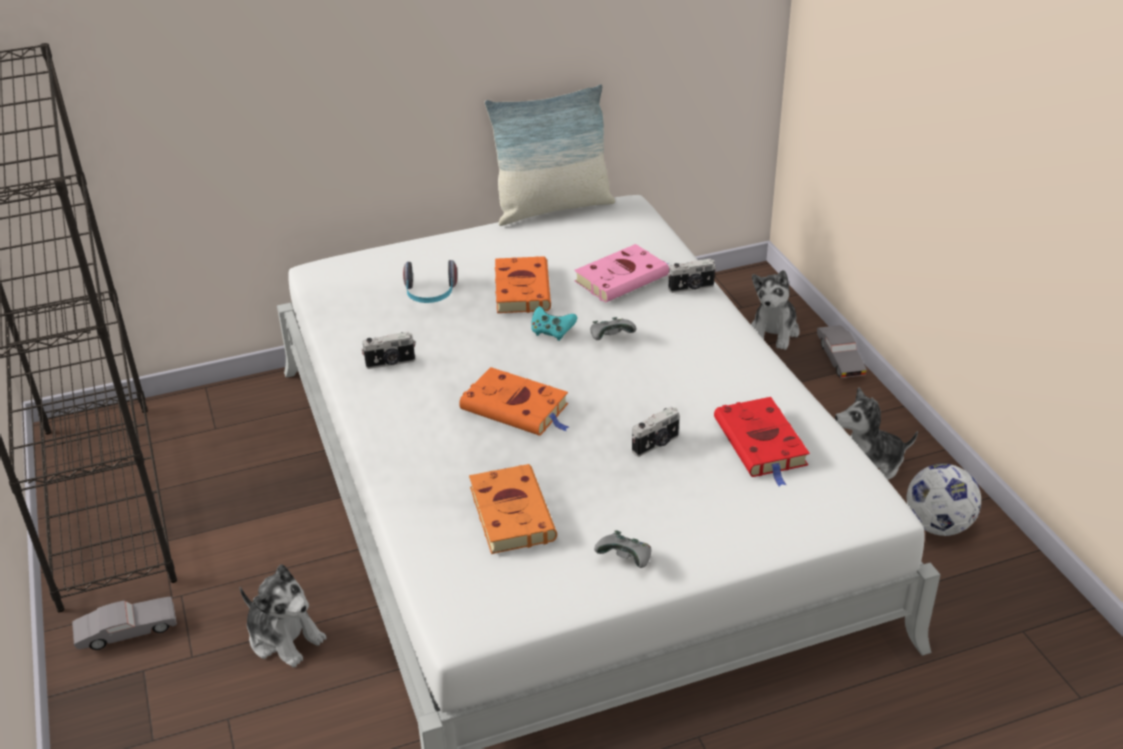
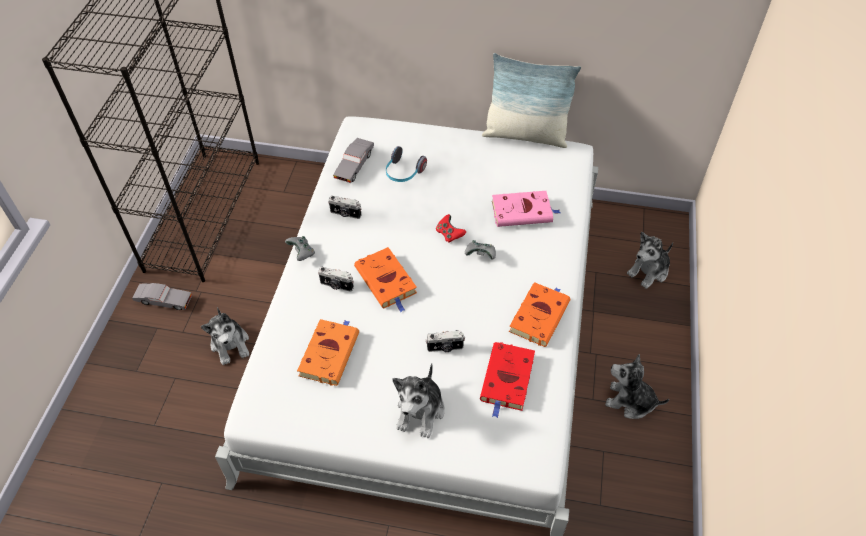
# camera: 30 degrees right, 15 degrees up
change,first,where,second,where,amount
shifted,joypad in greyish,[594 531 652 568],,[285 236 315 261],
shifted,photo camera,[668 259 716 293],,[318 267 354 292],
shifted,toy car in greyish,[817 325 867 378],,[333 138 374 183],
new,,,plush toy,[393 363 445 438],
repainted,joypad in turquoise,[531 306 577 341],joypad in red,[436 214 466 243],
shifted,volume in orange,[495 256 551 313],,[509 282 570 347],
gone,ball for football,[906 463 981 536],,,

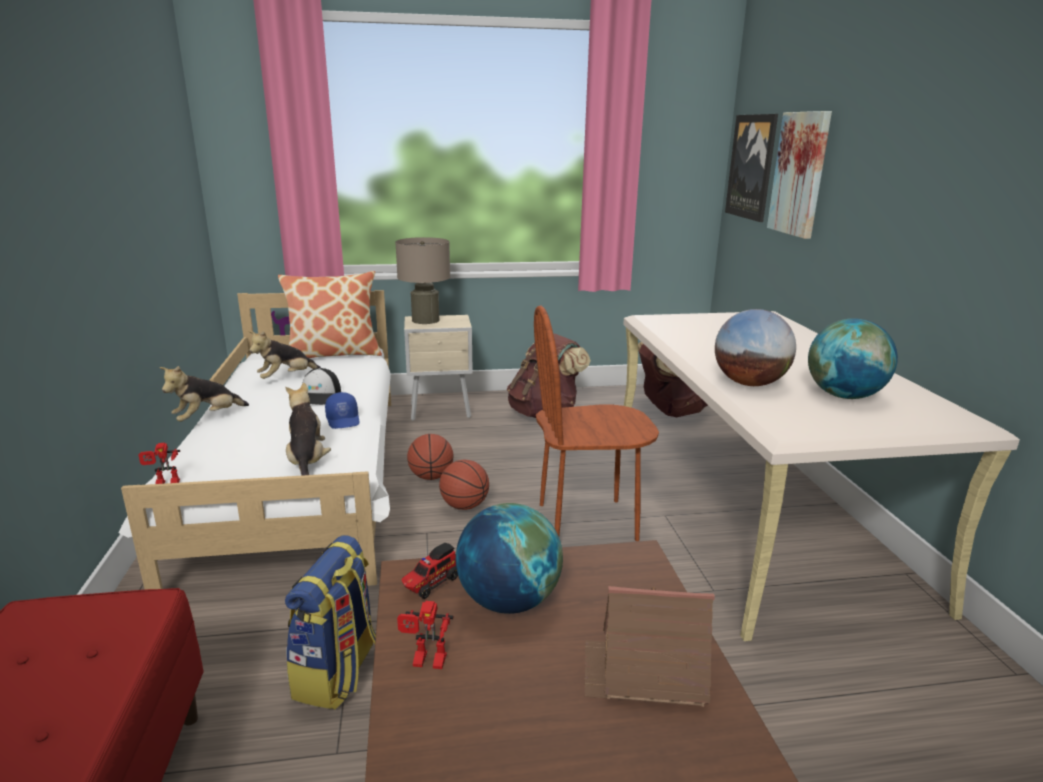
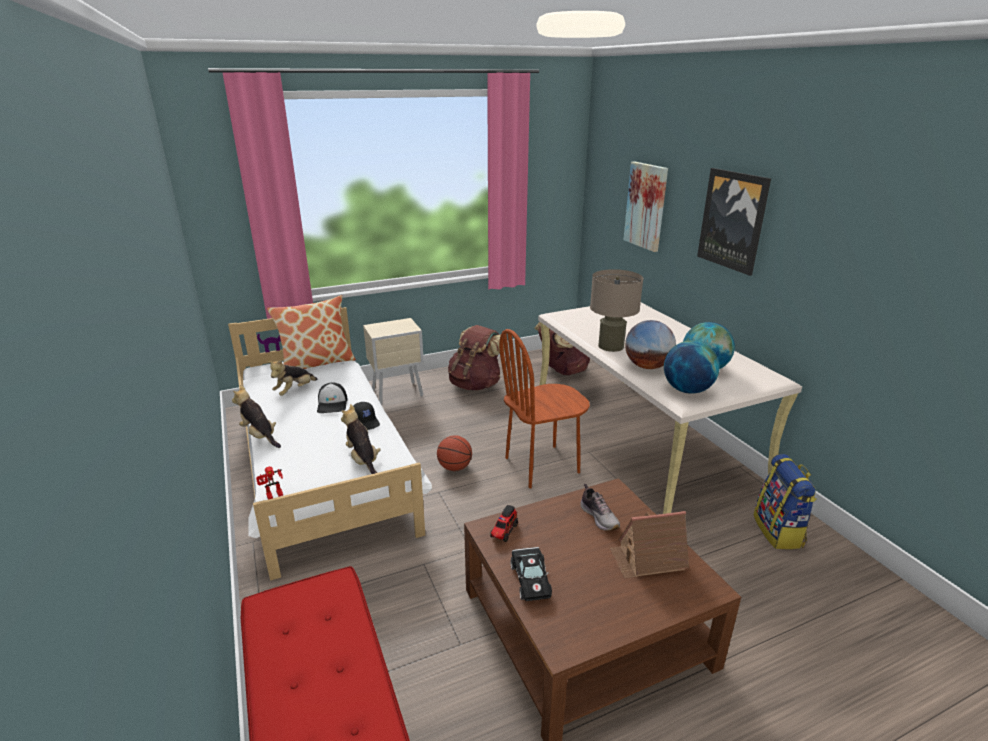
# camera: 15 degrees left, 5 degrees up
change,first,where,second,where,amount
rotated,plush toy,[159 366 249 422],,[232 385 281 448],105 degrees clockwise
repainted,baseball cap in blue,[325 392 360 429],baseball cap in black,[353 402 380 430],
swapped,robot figure,[397 601 453 669],toy car in black,[510 547 552 601],
new,,,shoe,[580 484 620 531],
shifted,table lamp in beige-coloured,[395 237 450 324],,[590 269 643 352],
shifted,world globe,[456 503 563 614],,[664 340 720 394],
shifted,picture,[725 114 778 222],,[697 168 771 276],
shifted,knapsack,[285 535 376 710],,[754 454 817 549],
gone,basketball,[407 434 454 480],,,

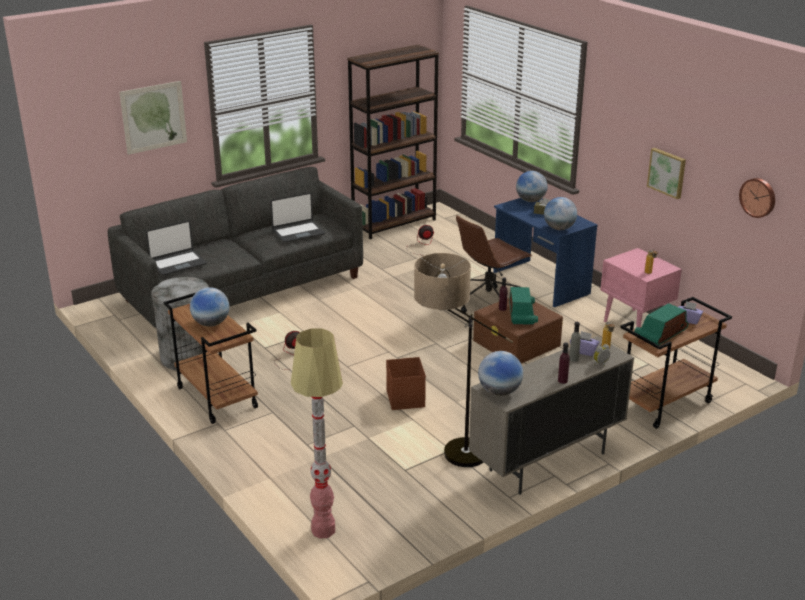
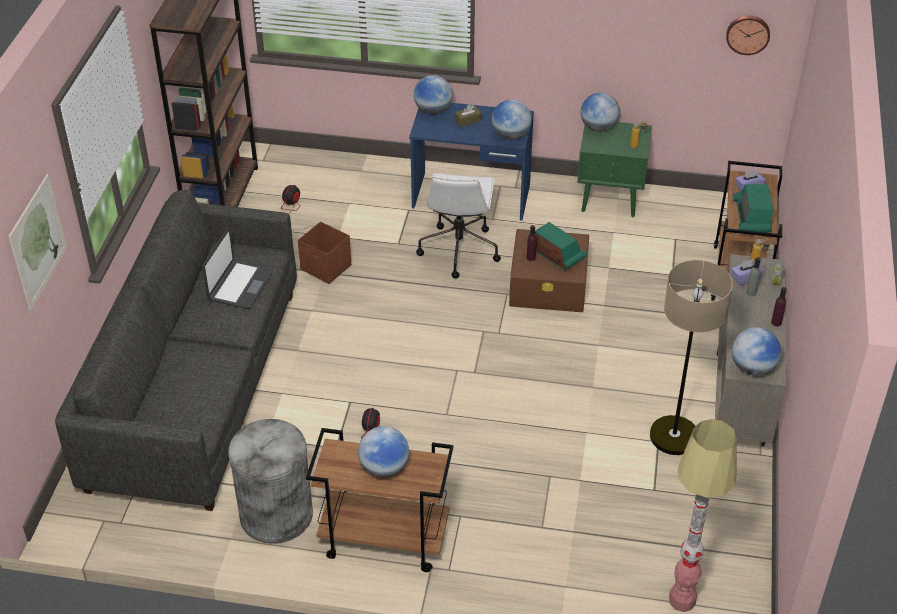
# camera: 45 degrees left, 15 degrees up
change,first,where,second,where,amount
shifted,storage container in brownish,[386 357 426 410],,[298 222 351 284],
repainted,desk chair in brownish,[456 215 532 313],desk chair in whitish,[416 173 501 279],
repainted,night table in pink,[600 248 682 327],night table in greenish,[577 122 652 217],
new,,,world globe,[581 93 620 132],
gone,notebook computer,[146 220 206 275],,,
gone,picture,[647 148 686 199],,,

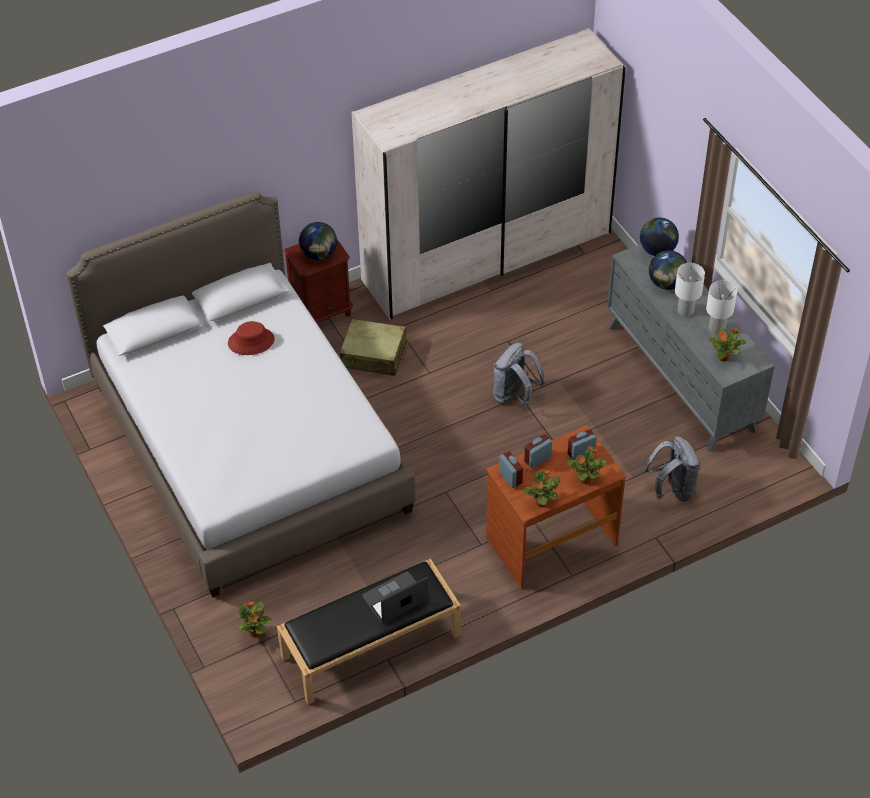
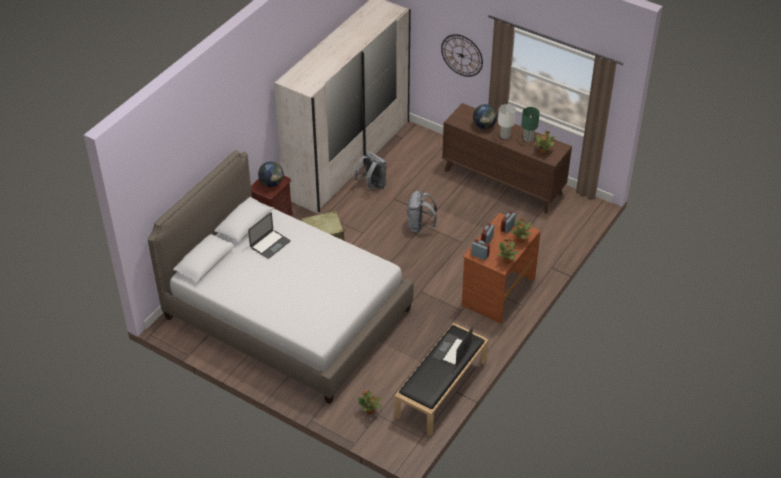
# camera: 30 degrees left, 5 degrees down
change,first,where,second,where,amount
swapped,clothing hat in red,[228 321 275 355],notebook computer,[248 213 291 259],
shifted,knapsack in greyish,[644 436 700 501],,[354 152 387 191],
new,,,hanging clock,[441 34 483 77],
repainted,dresser in greyish,[607 244 774 452],dresser in brownish,[442 103 572 214],
repainted,table lamp in whitish,[706 280 737 334],table lamp in greenish,[521 107 540 142],
gone,world globe,[640 218 679 256],,,

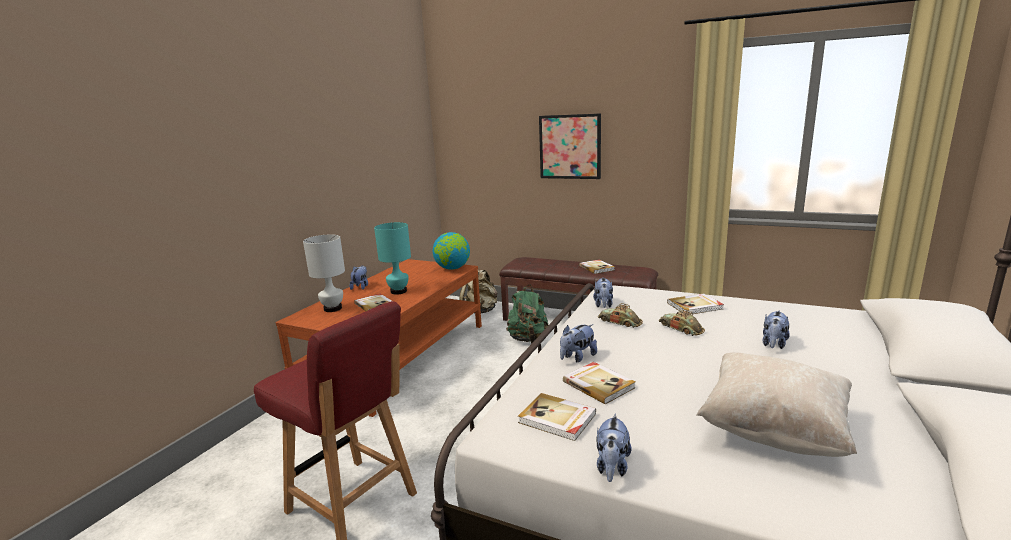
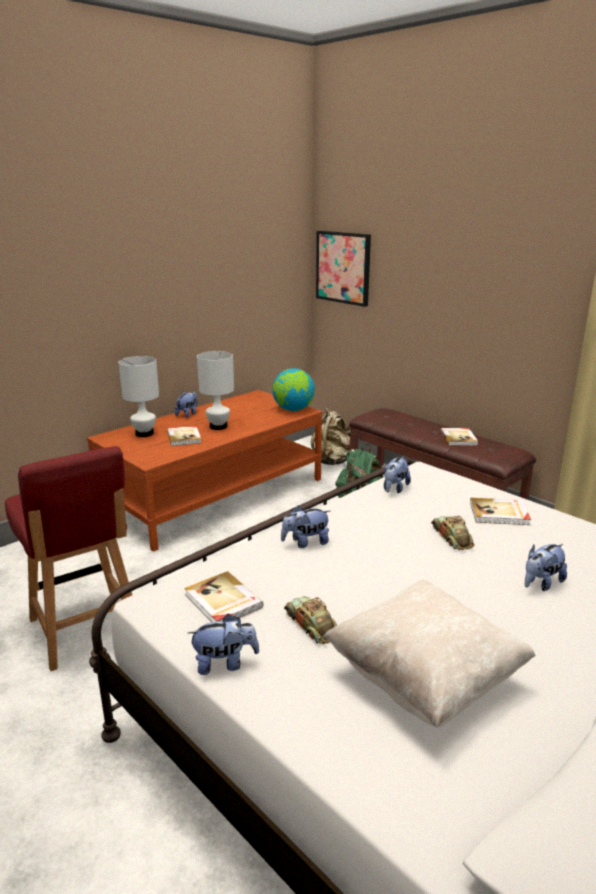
# camera: 20 degrees right, 5 degrees up
change,first,where,second,where,amount
rotated,plush toy,[596 413 632 482],,[188 614 259 675],135 degrees counterclockwise
repainted,table lamp in turquoise,[374 222 411 295],table lamp in whitish,[197 351 234 430],
shifted,toy car,[598 303 643 328],,[284 596 337 644],
shifted,picture,[539 113 601 179],,[316 231 371 307],
gone,volume,[563 362 636 404],,,

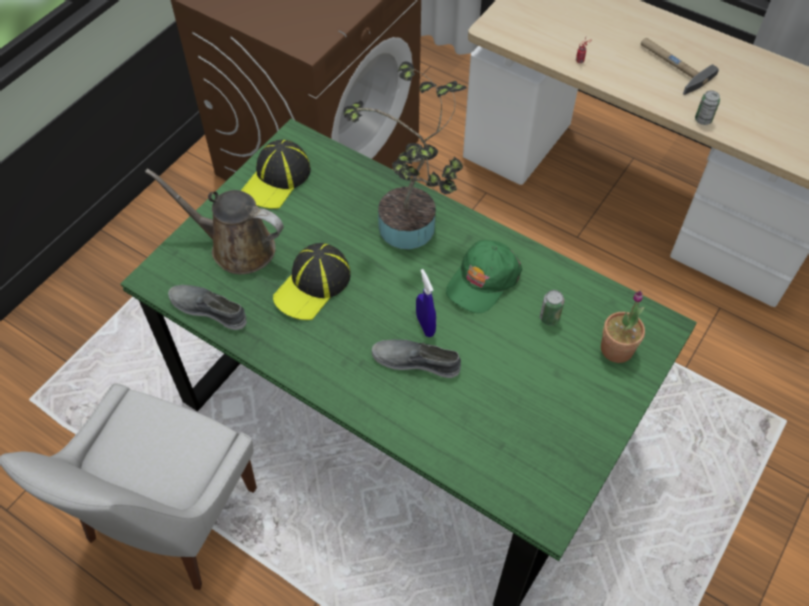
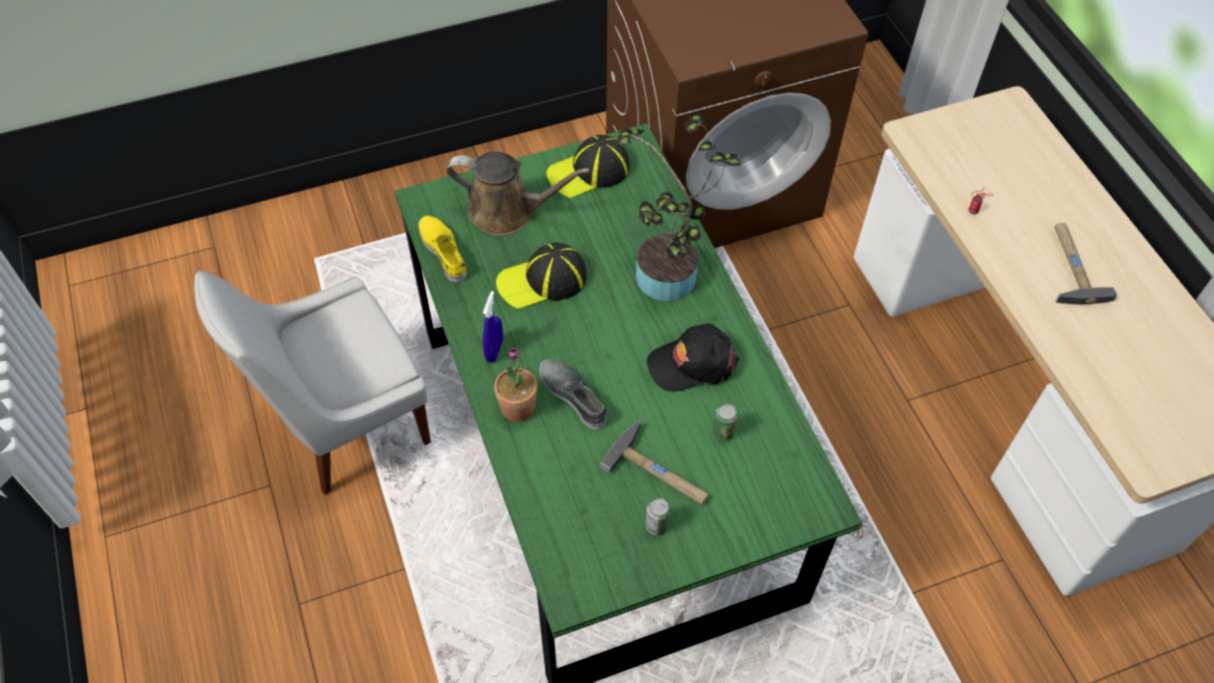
# camera: 35 degrees right, 0 degrees up
change,first,where,second,where,amount
repainted,shoe in greyish,[168 285 247 330],shoe in yellow,[418 216 467 283],
rotated,watering pot in brownish,[145 168 284 274],,[446 152 590 236],135 degrees clockwise
shifted,spray bottle in blue,[416 269 436 337],,[483 291 503 363],
shifted,houseplant,[601 291 645 363],,[494 348 537 422],
new,,,hand hammer,[600 420 709 505],
shifted,can,[695 91 720 125],,[645 498 670 535],
repainted,baseball cap in greenish,[446 240 522 313],baseball cap in black,[647 324 739 392],

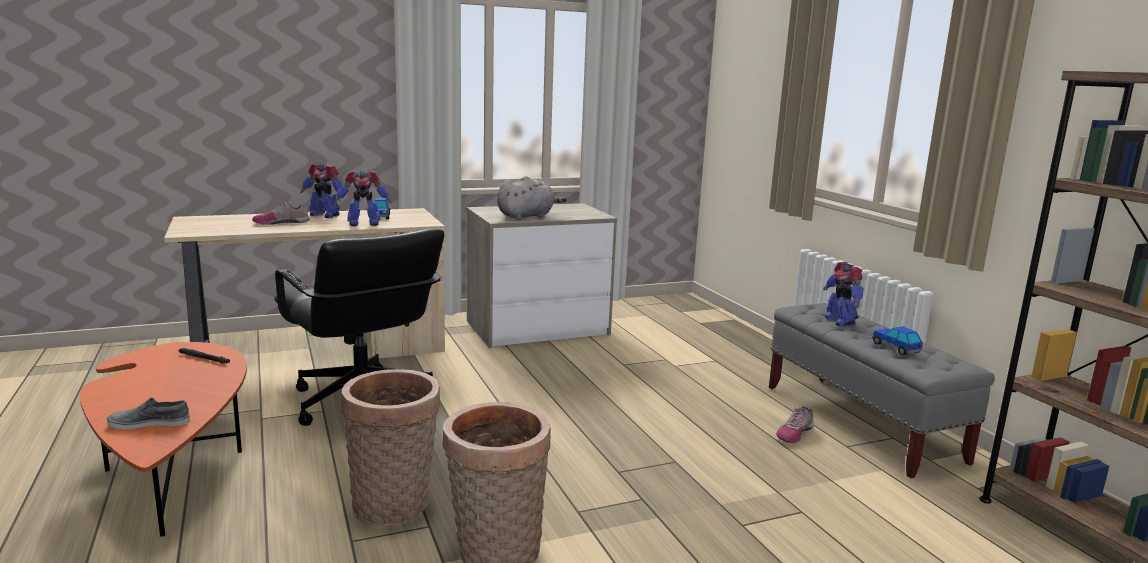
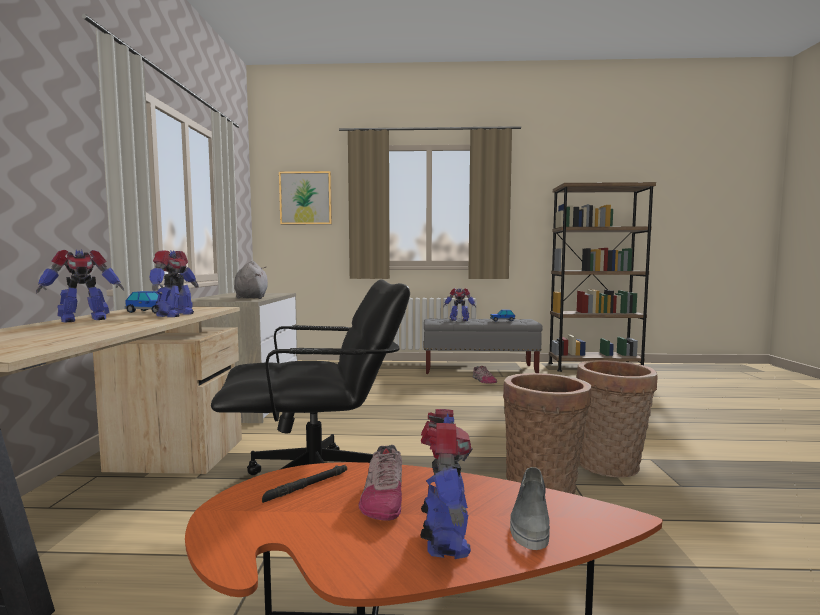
# camera: 65 degrees left, 10 degrees down
change,first,where,second,where,amount
new,,,picture,[279 171 332 224],
shifted,shoe,[252 201 310 225],,[358 445 402 521],
new,,,robot figure,[421 409 473 559],

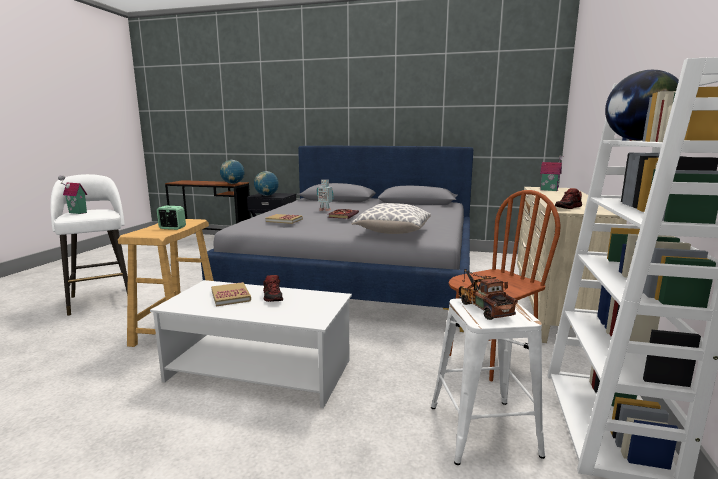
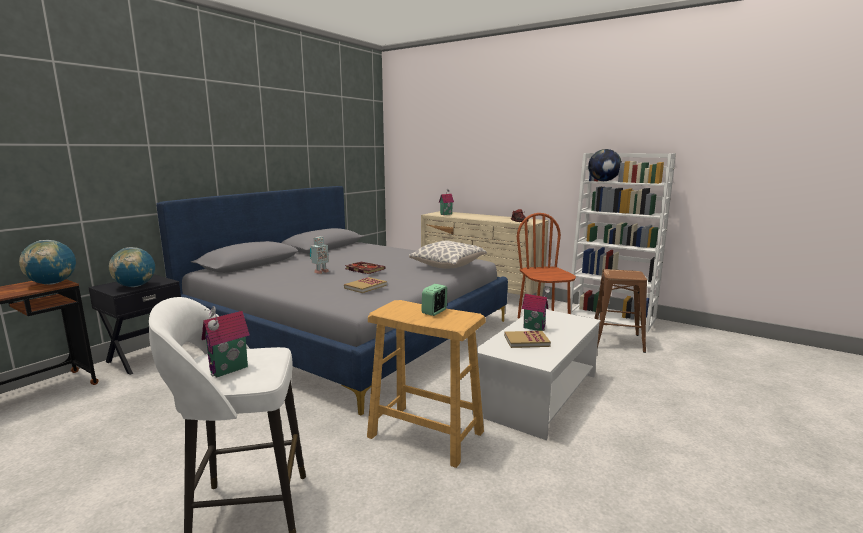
# camera: 70 degrees left, 0 degrees up
change,first,where,second,where,amount
swapped,shoe,[263 275 283 302],toy house,[522 286 550 331],
repainted,stool seat in whitish,[431 298 545 465],stool seat in brownish,[594 269 647 353],
gone,toy lorry,[458 269 518 320],,,

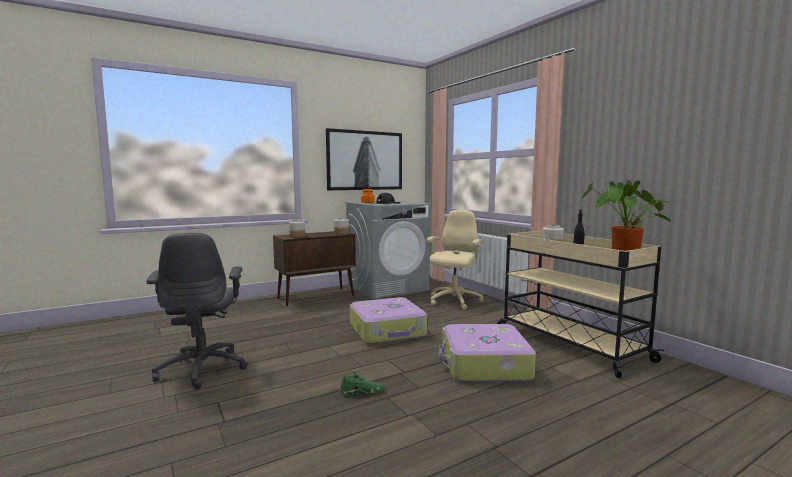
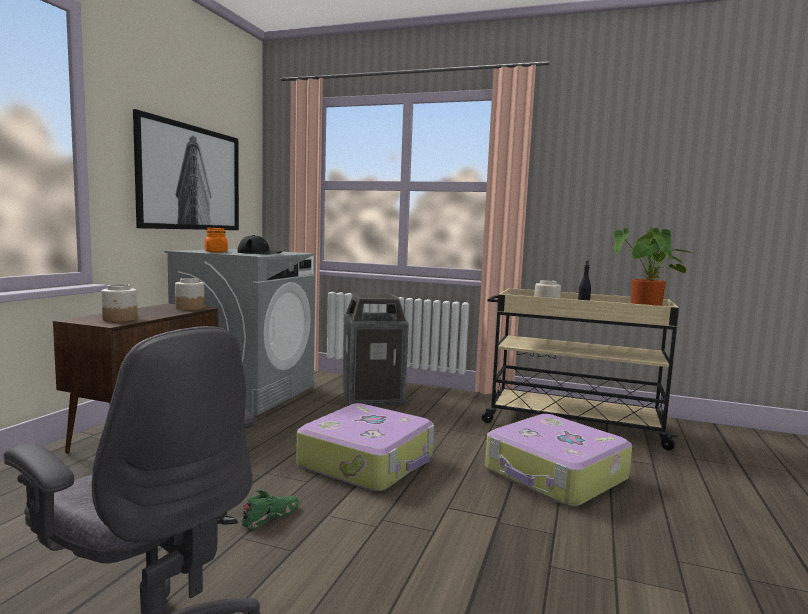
# camera: 40 degrees left, 0 degrees up
change,first,where,second,where,amount
shifted,shoe in greenish,[341 372 384 397],,[242 490 299 530],
swapped,desk chair in beige-coloured,[427 210 484 310],trash can,[343 293 409 406],

